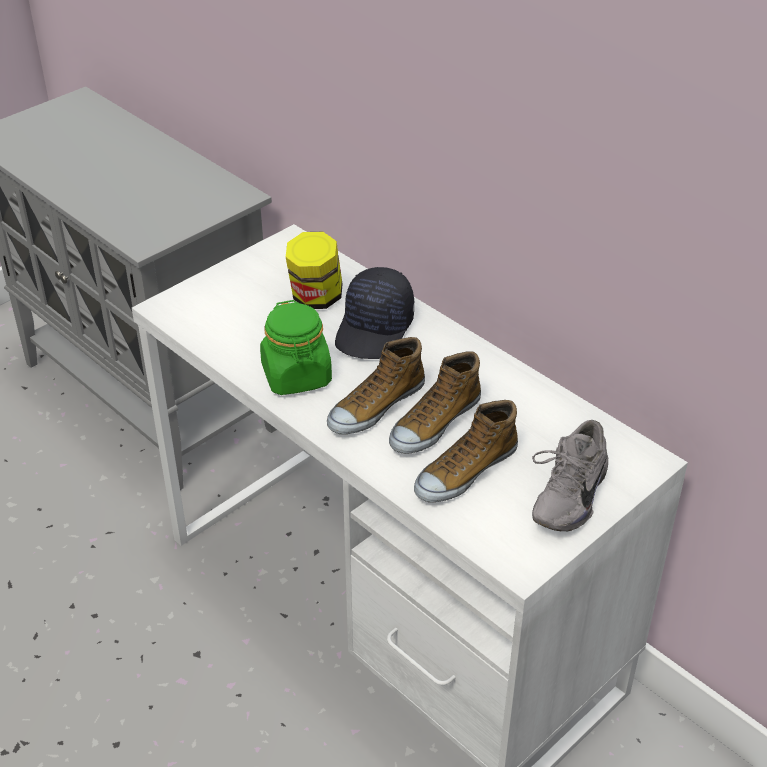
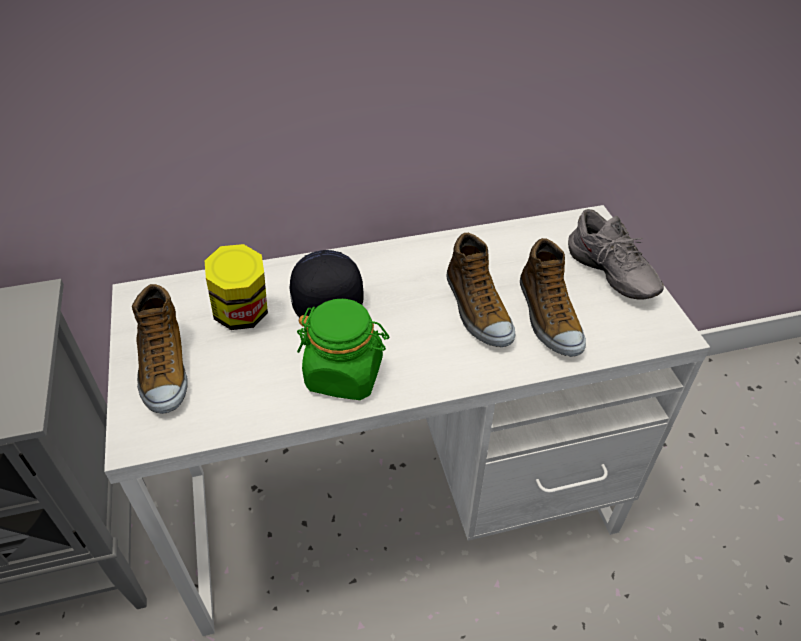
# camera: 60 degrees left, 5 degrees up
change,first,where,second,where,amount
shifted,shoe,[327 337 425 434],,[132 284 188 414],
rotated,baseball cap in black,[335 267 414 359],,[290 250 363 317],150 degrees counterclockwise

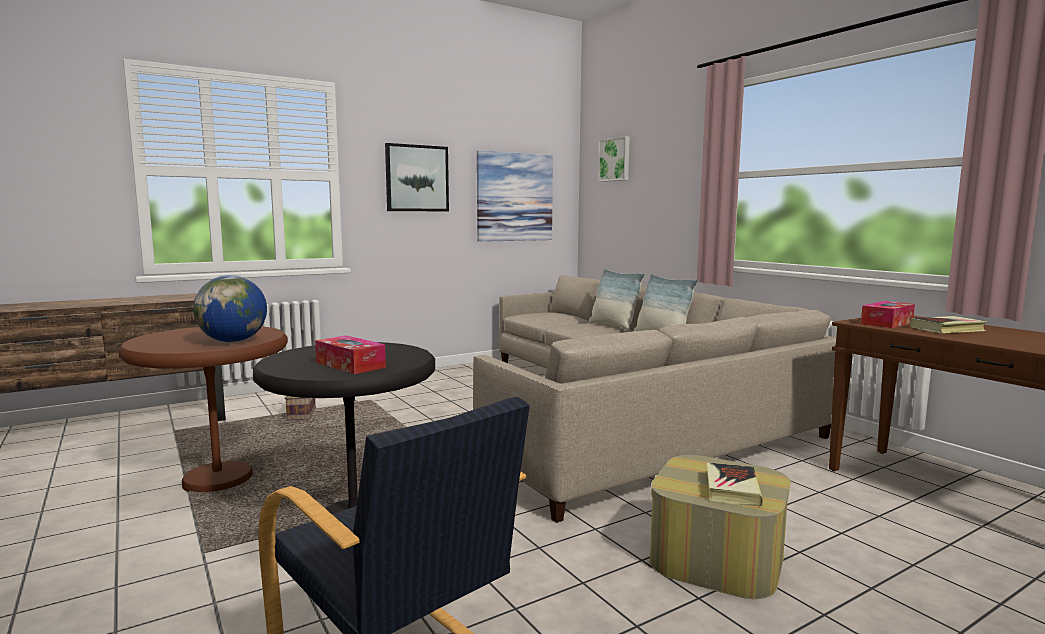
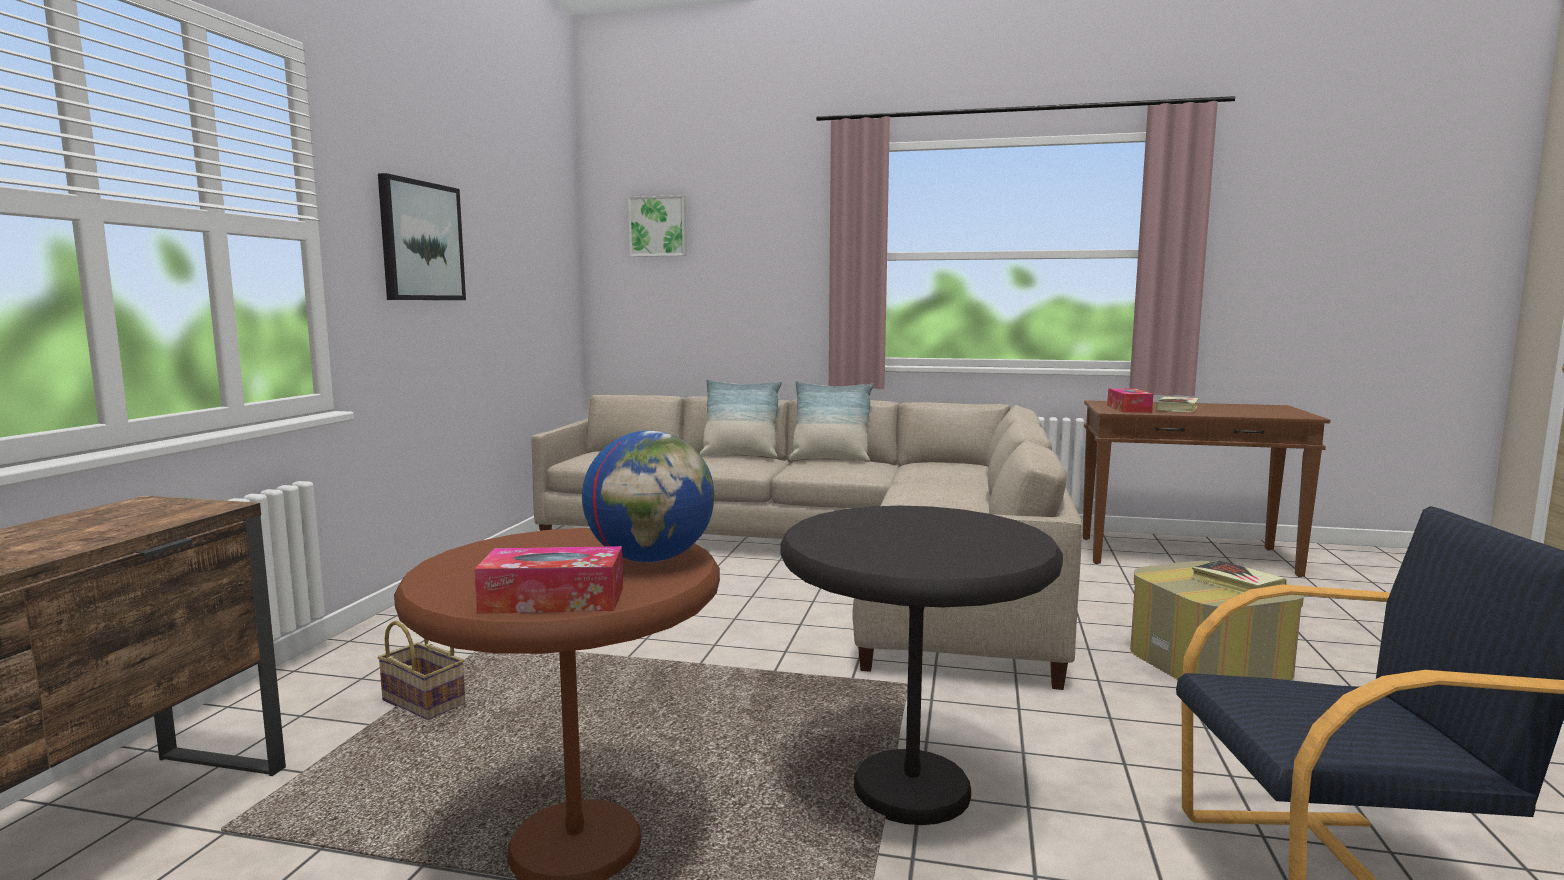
# camera: 45 degrees left, 0 degrees up
change,first,where,second,where,amount
shifted,tissue holder,[315 335 386 374],,[474 546 623 614],
gone,picture,[477 150 553 242],,,

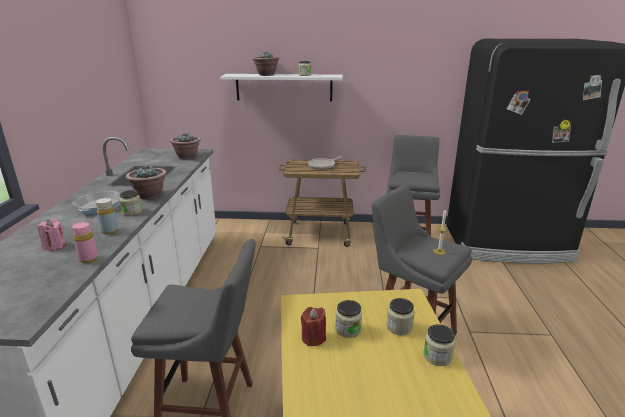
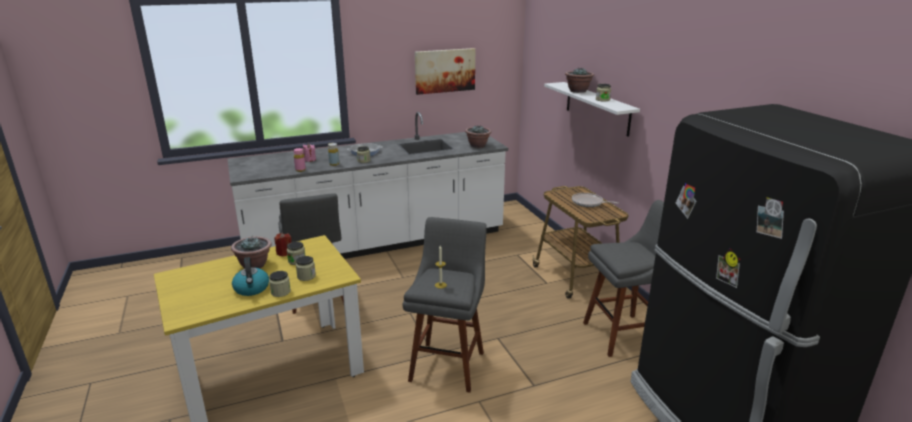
# camera: 65 degrees right, 0 degrees up
change,first,where,second,where,amount
shifted,houseplant,[126 165 166 199],,[231 237 272 269],
new,,,tea kettle,[232 257 269 296],
new,,,picture,[415 48 475 95],

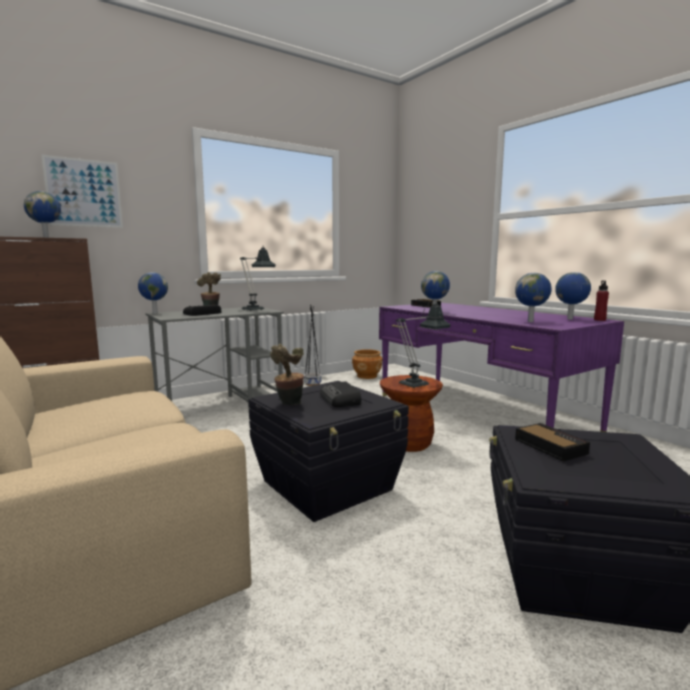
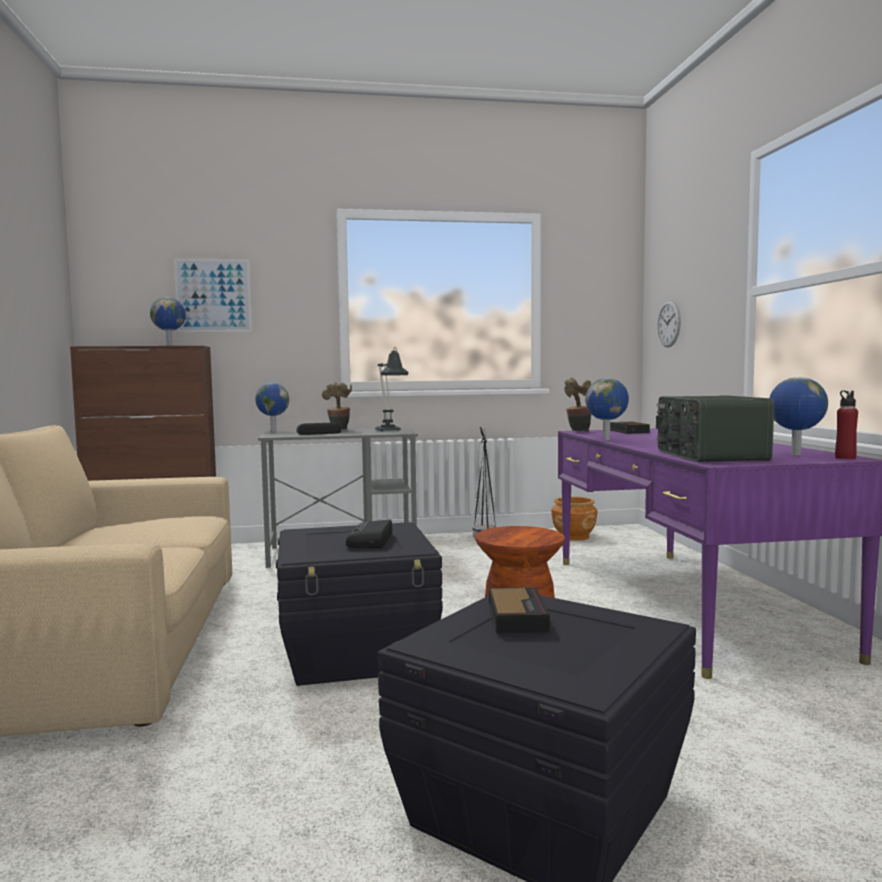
# camera: 25 degrees right, 5 degrees down
change,first,where,second,where,amount
shifted,houseplant,[270 344 304 405],,[564 378 591 432],
swapped,world globe,[515 273 552 322],radio set,[656 395 774 462],
new,,,hanging clock,[657 300 681 348],
gone,table lamp,[396 300 451 388],,,

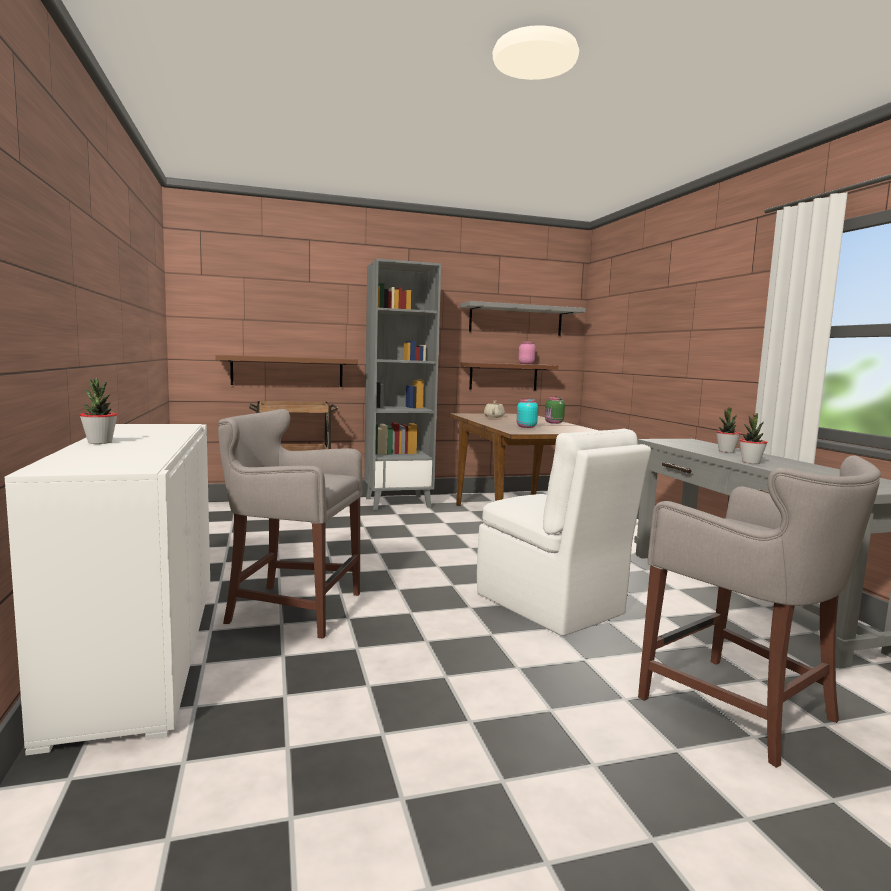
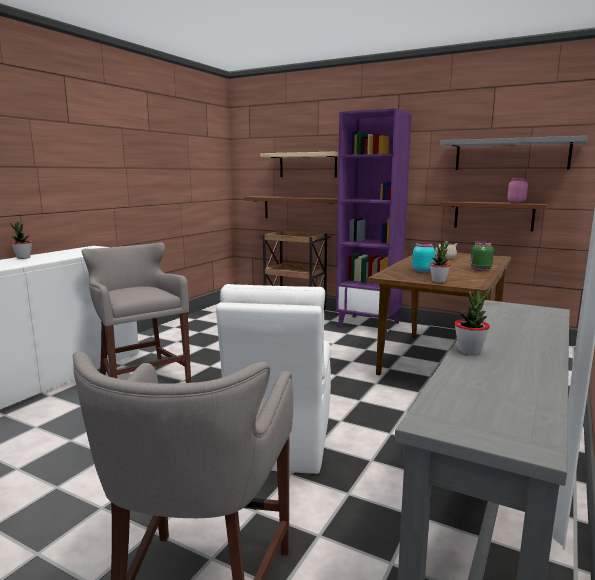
# camera: 45 degrees right, 5 degrees up
change,first,where,second,where,amount
new,,,bracket shelf in beige-coloured,[260 152 339 177],
repainted,bookshelf in greyish,[364 258 441 510],bookshelf in purple-coloured,[336 108 412 334],
shifted,houseplant,[716 408 741 453],,[430 243 450 283],

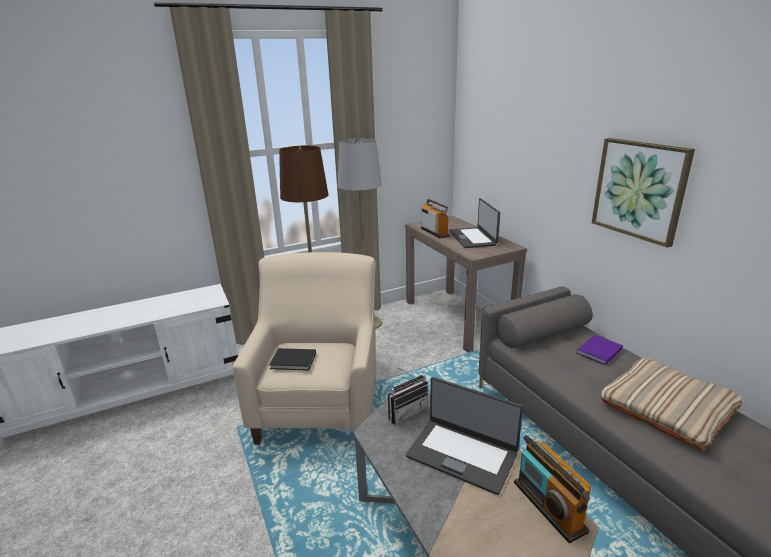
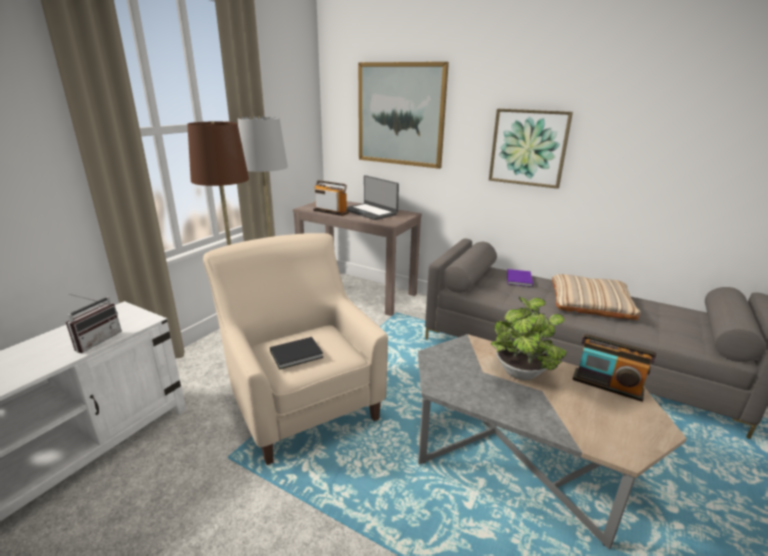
# camera: 35 degrees left, 0 degrees up
change,first,where,second,where,amount
shifted,radio set,[388 366 428 425],,[66 294 122 353],
new,,,picture,[358 62 449 169],
swapped,notebook computer,[406 377 523 495],houseplant,[491 297 567 380],

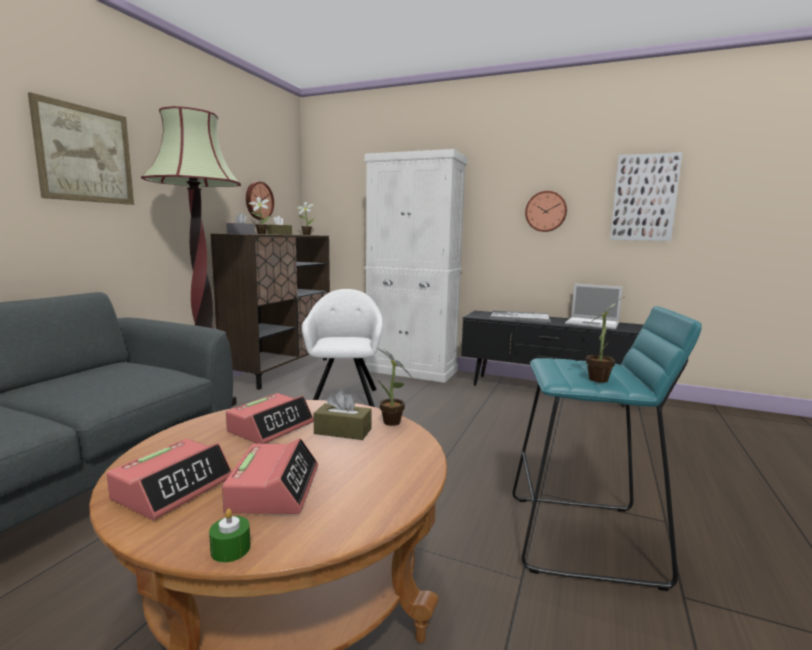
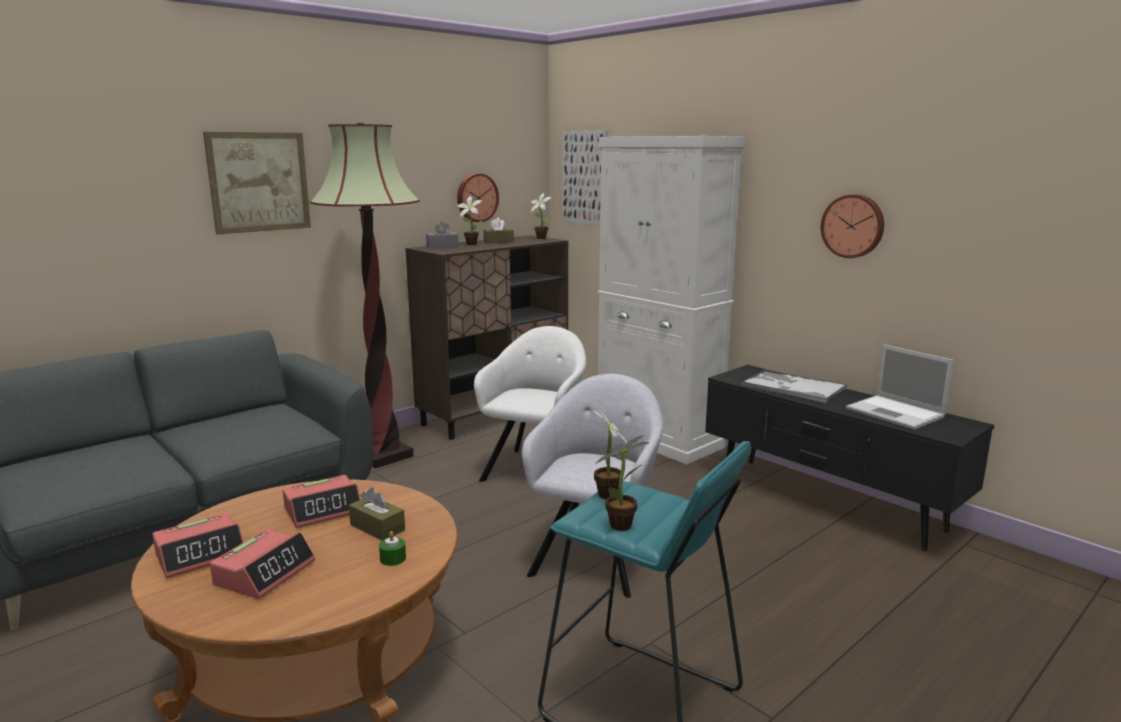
# camera: 25 degrees right, 5 degrees up
change,first,where,second,where,amount
shifted,wax light in greenish,[209 508 251 562],,[379 531 406 566],
new,,,lounge chair in greyish,[522 374 663 598],
shifted,picture,[610 152 683 241],,[563 130 608 225],
shifted,houseplant,[377 348 412 426],,[593 409 627 499],

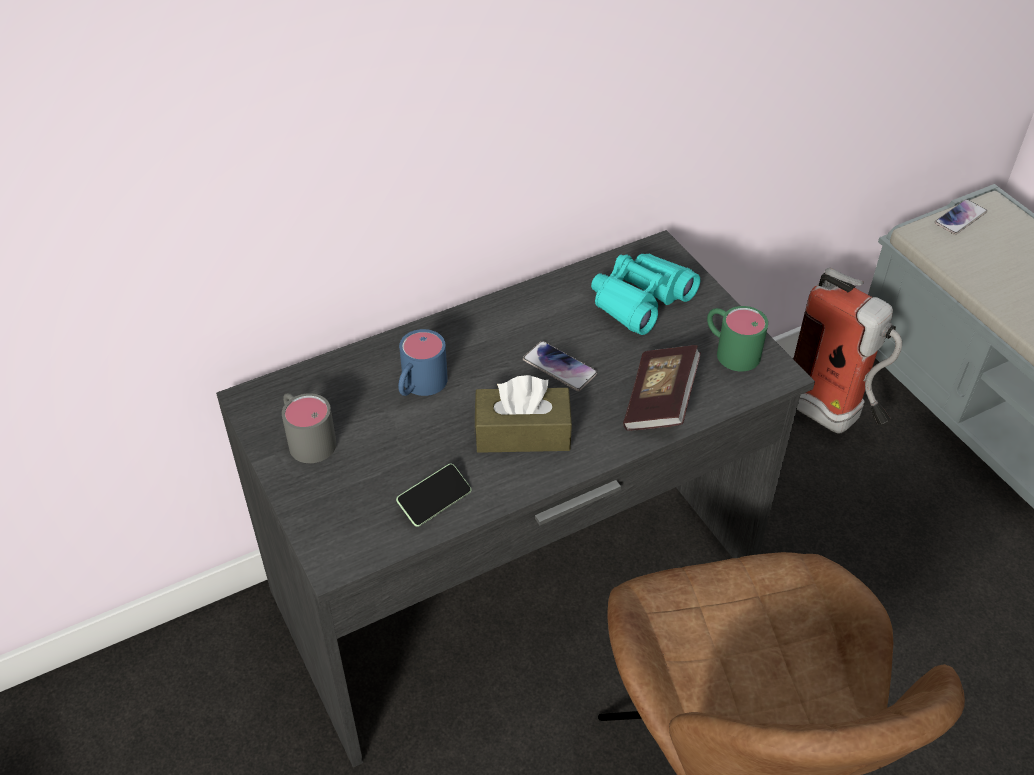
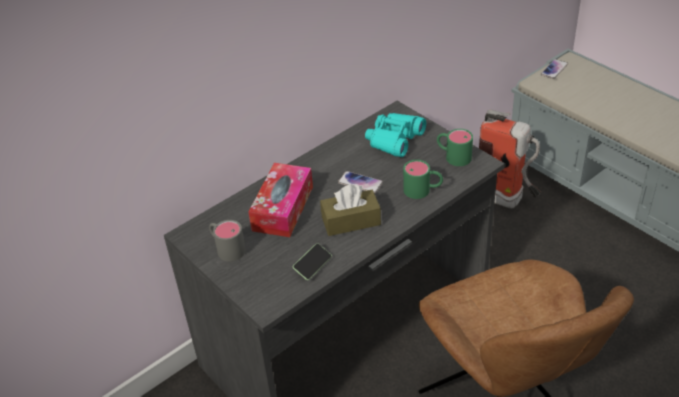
# camera: 10 degrees left, 5 degrees down
change,first,where,second,where,amount
swapped,coffee mug in blue,[398 329 448 396],tissue holder,[248 163 313 237],
swapped,volume,[623 345 701 431],coffee mug in greenish,[403 160 443 199],

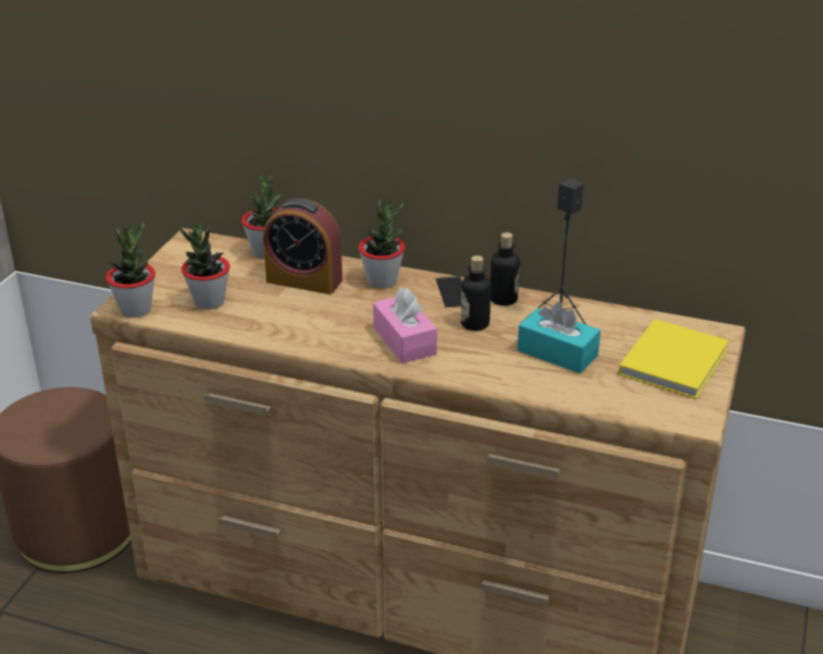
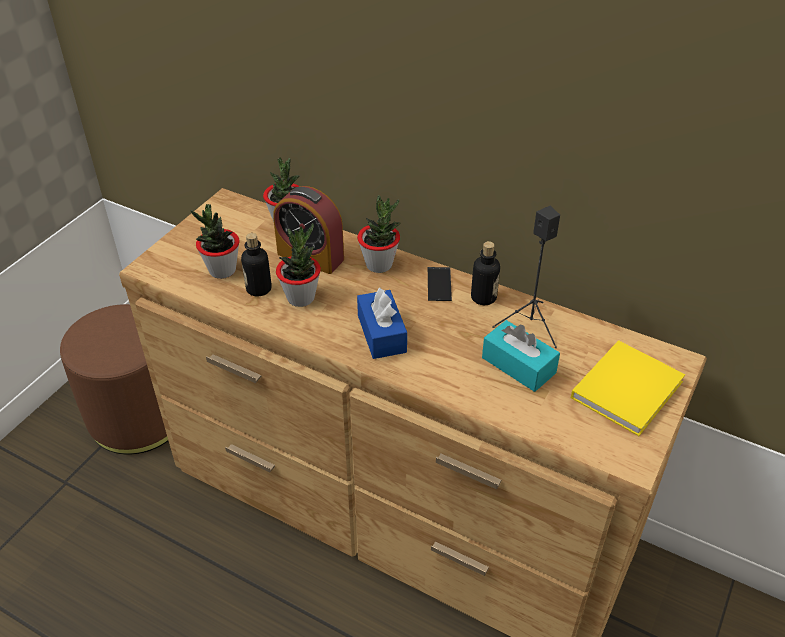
# camera: 10 degrees right, 10 degrees up
change,first,where,second,where,amount
shifted,beverage bottle,[461 255 491 331],,[241 233 272 296],
shifted,houseplant,[106 221 155 318],,[276 223 321 307],
repainted,tissue holder in pink,[373 287 437 363],tissue holder in blue,[357 288 407 359],

